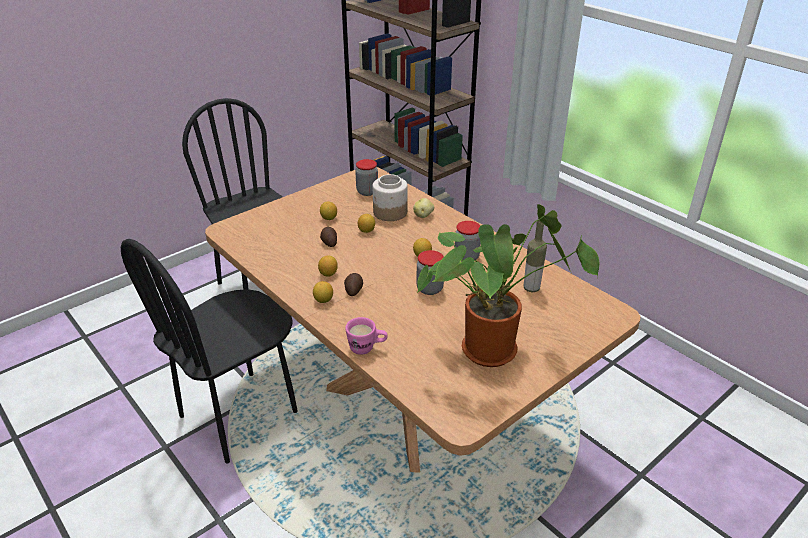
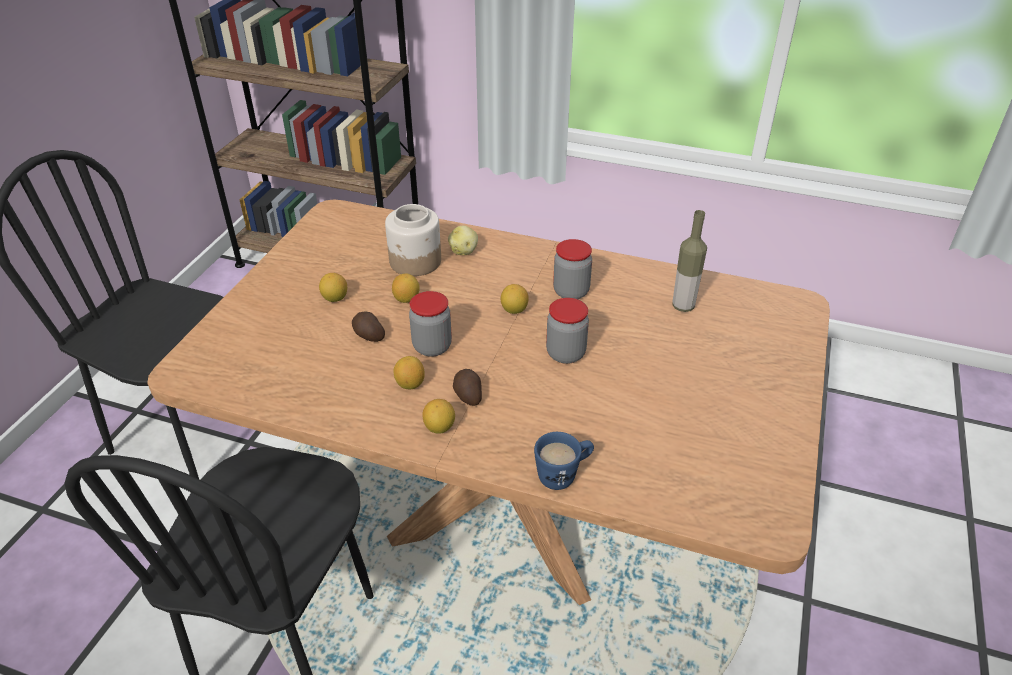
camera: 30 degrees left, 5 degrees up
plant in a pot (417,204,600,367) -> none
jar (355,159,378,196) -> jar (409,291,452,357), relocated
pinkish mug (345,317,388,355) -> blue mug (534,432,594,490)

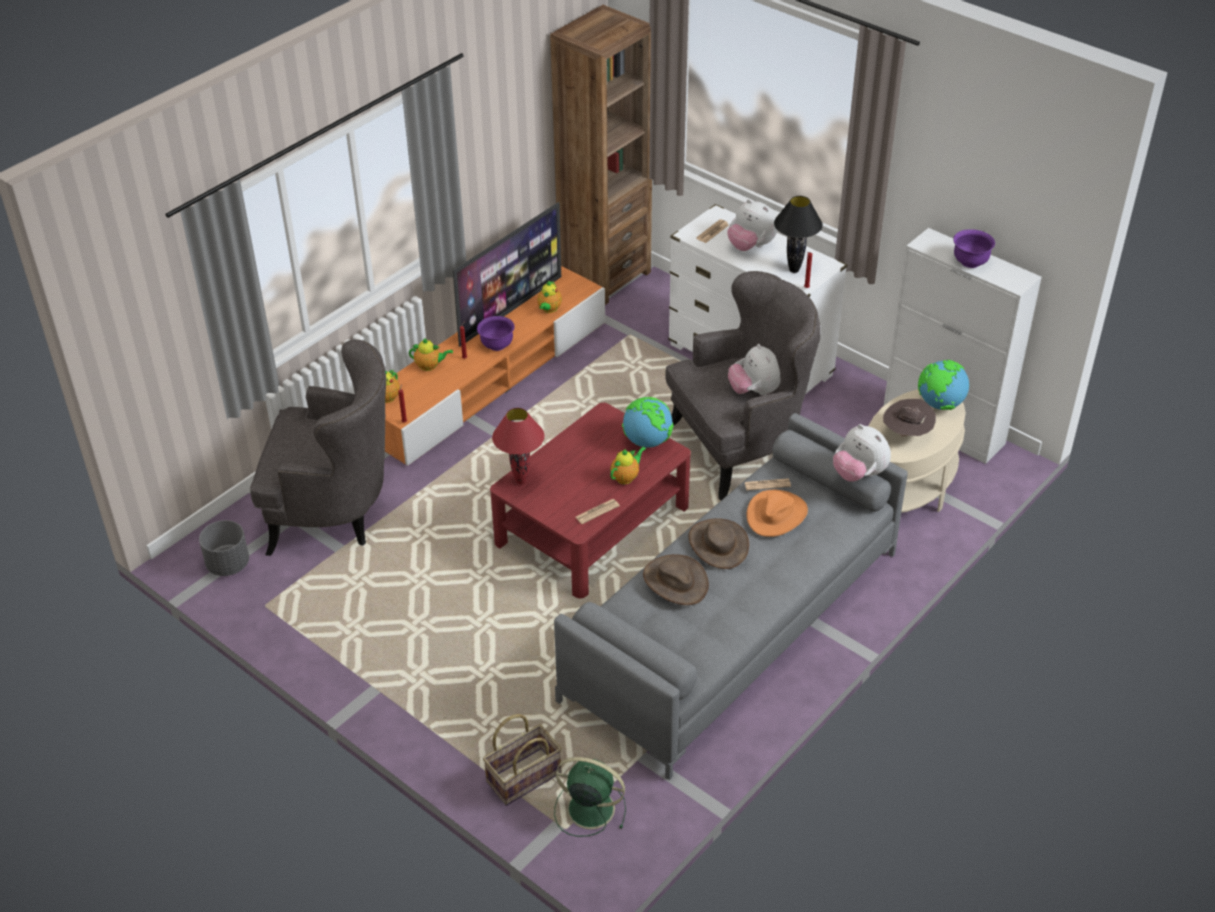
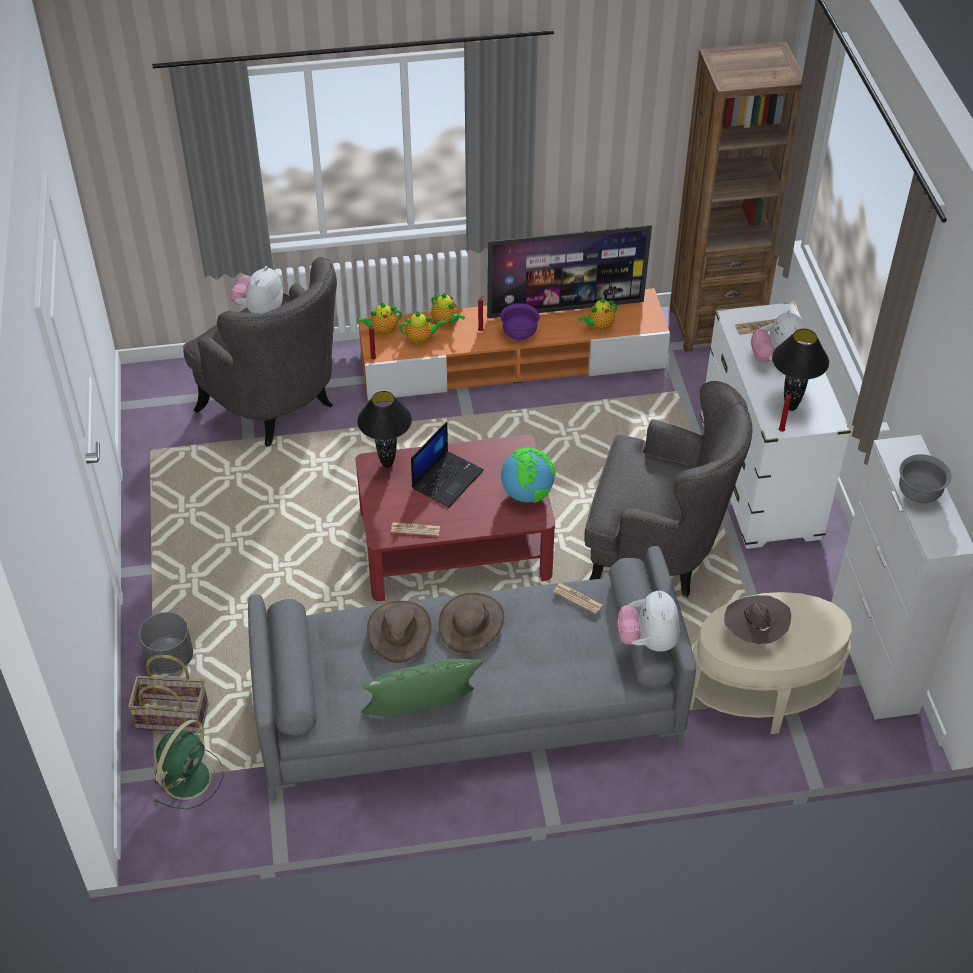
camera: 40 degrees right, 5 degrees up
orange wearable hat (746,490,808,537) -> none
desk globe (918,360,969,410) -> none
none -> greenish cushion (361,659,483,716)
none -> portable computer (411,422,483,507)
gray planter (199,520,249,576) -> gray planter (139,612,193,674), relocated
pot for tea (610,447,646,484) -> pot for tea (400,311,446,345), relocated
cuddly toy (728,344,781,396) -> cuddly toy (229,266,283,314), relocated
reddish table lamp (492,408,545,484) -> blackish table lamp (357,391,412,468)
purple-coloured bowl (953,229,995,268) -> gray bowl (899,454,951,503)
greenish fan (554,757,626,837) -> greenish fan (153,719,224,809), 60 degrees clockwise

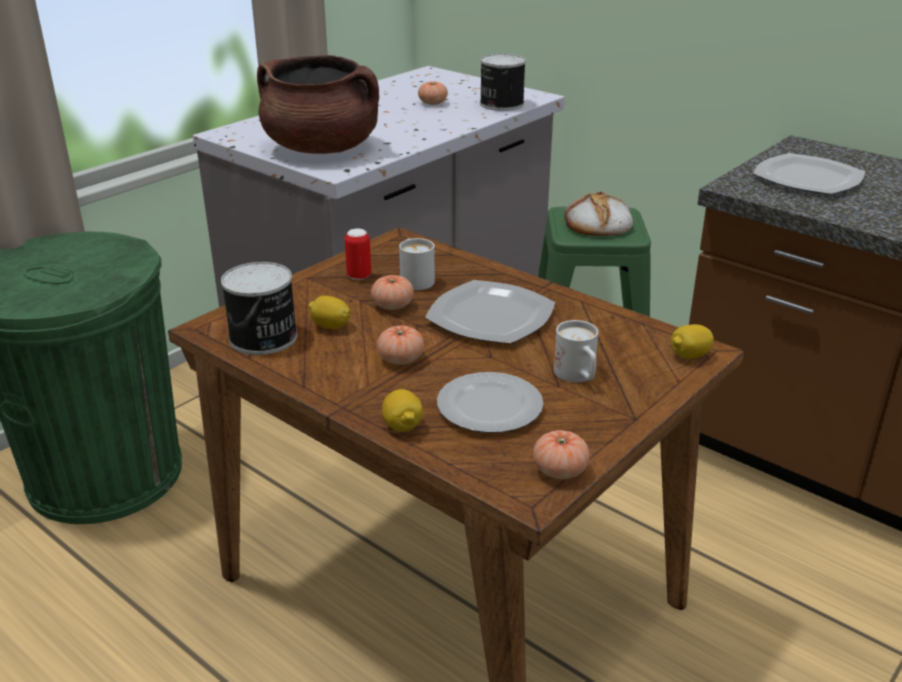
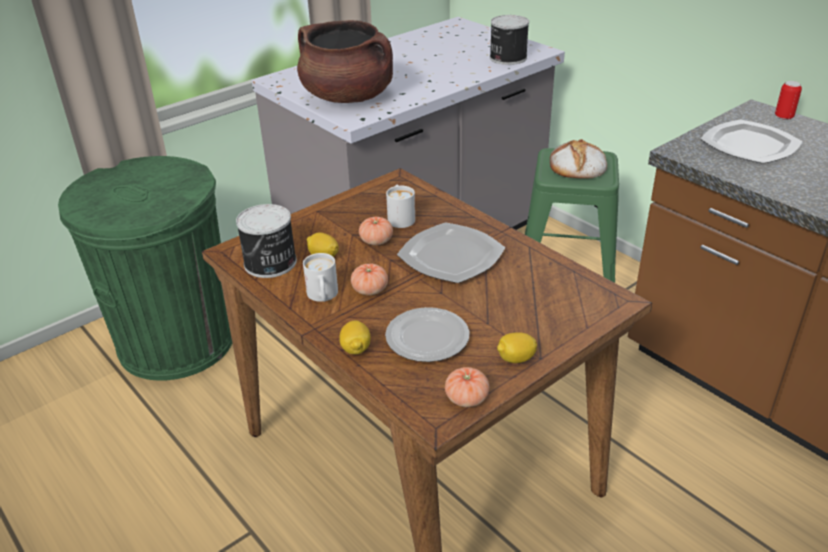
camera: 10 degrees right, 5 degrees up
tomato (418,82,448,105) -> none
metal can (345,229,371,280) -> metal can (775,81,802,120), relocated
white mug (554,320,598,382) -> white mug (303,253,338,302), relocated
citrus fruit (671,324,714,359) -> citrus fruit (497,332,537,363), relocated

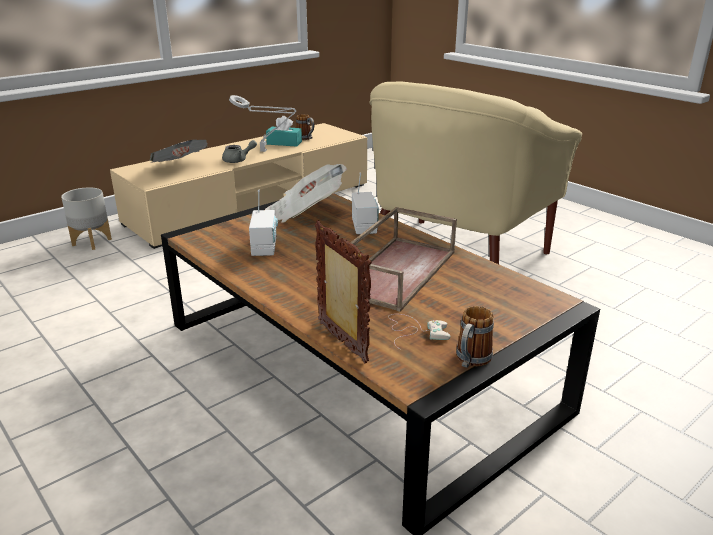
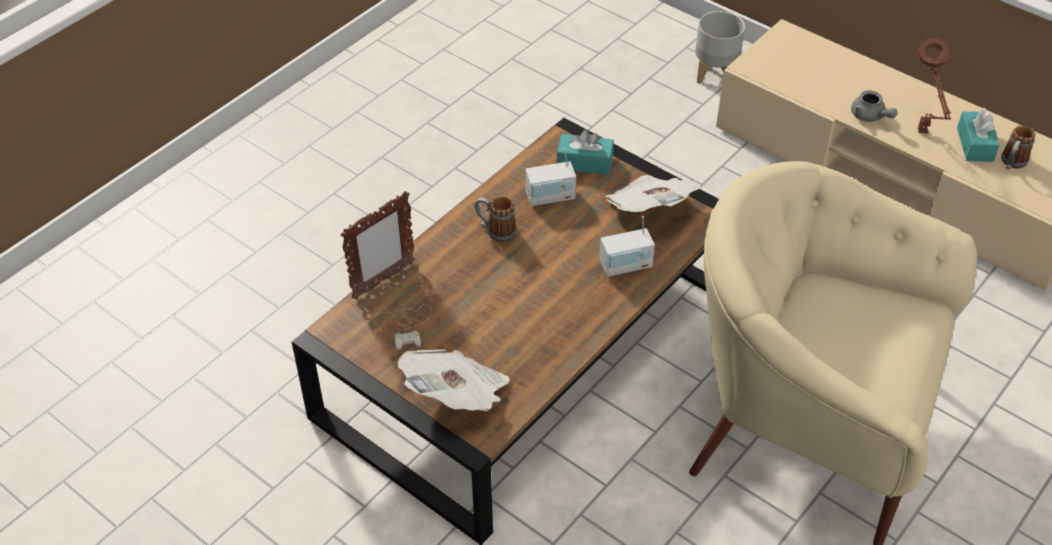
camera: 80 degrees right, 20 degrees up
brown carrying tray (350,207,457,312) -> none
none -> blue-green box of tissues (557,130,614,175)
printed paper (150,139,208,162) -> printed paper (397,349,510,411), relocated
mug (456,306,494,368) -> mug (475,196,517,242), relocated
gray table lamp (229,95,296,152) -> brown table lamp (918,38,951,133)

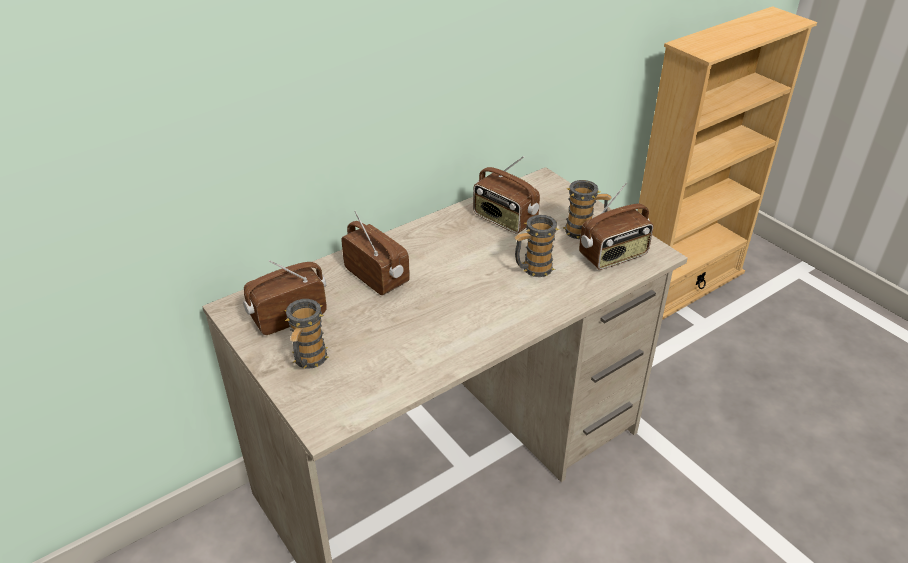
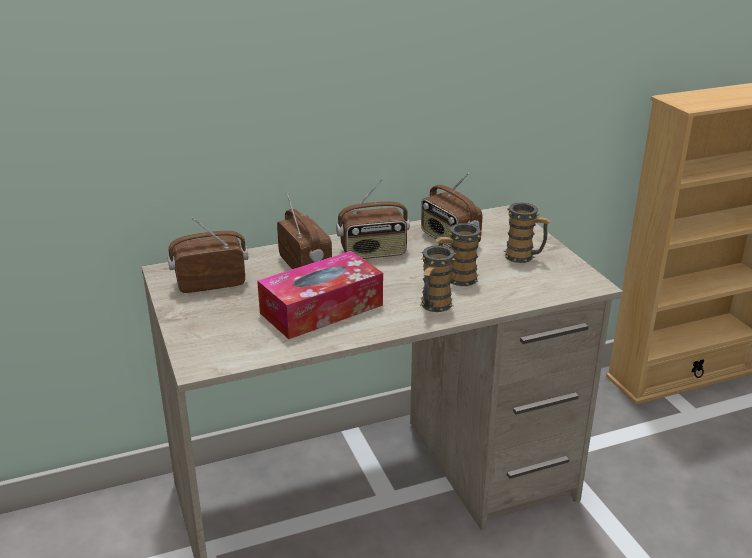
camera: 15 degrees right, 10 degrees down
none -> box of tissues (257,251,383,339)
mug (284,299,329,368) -> mug (420,245,456,312), relocated
radio (579,183,654,270) -> radio (336,179,410,259), relocated

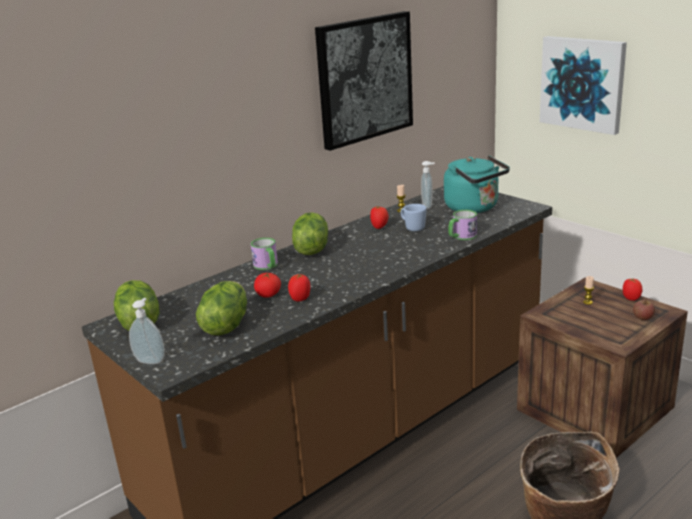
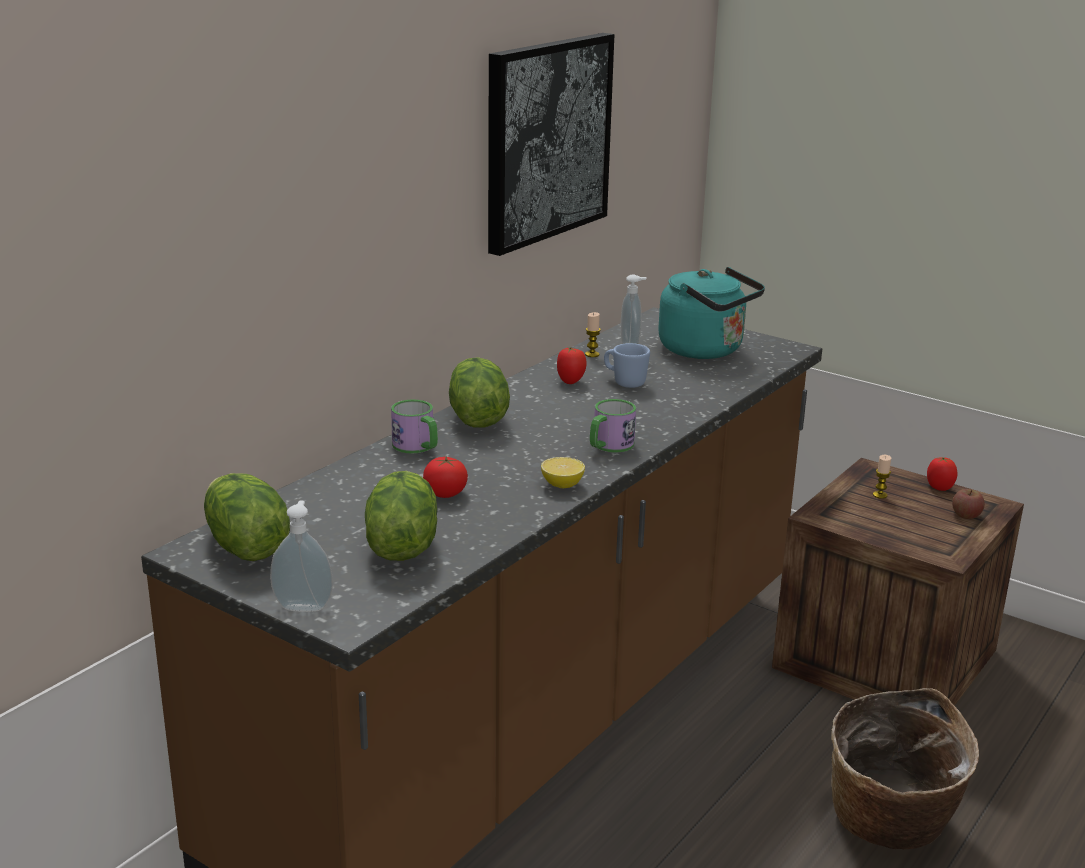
camera: 15 degrees left, 0 degrees up
tomato (288,274,310,302) -> none
wall art (540,36,627,135) -> none
none -> citrus fruit (541,457,585,488)
mug (448,210,477,240) -> mug (590,399,636,452), relocated

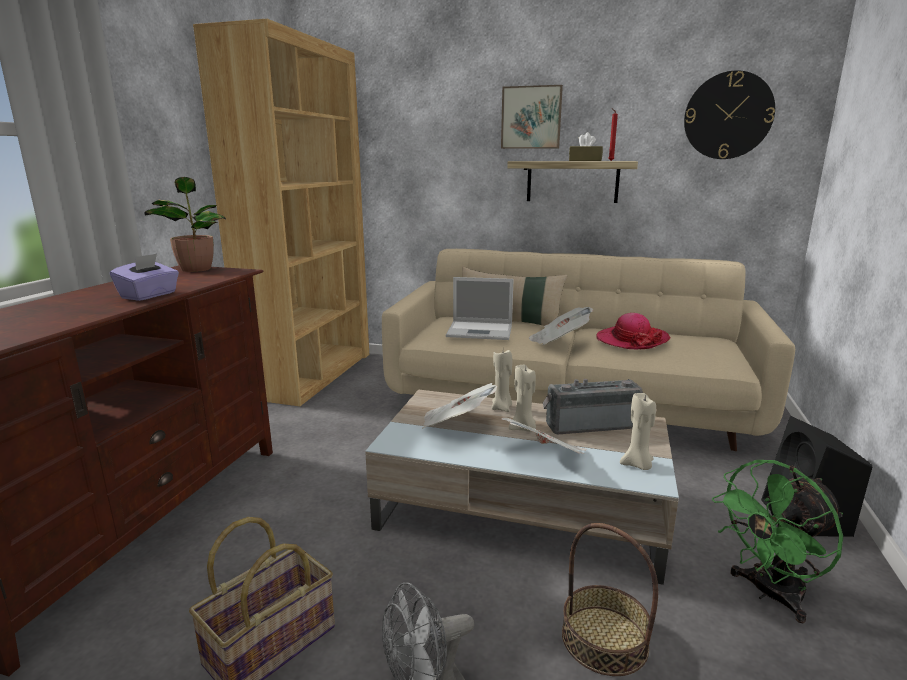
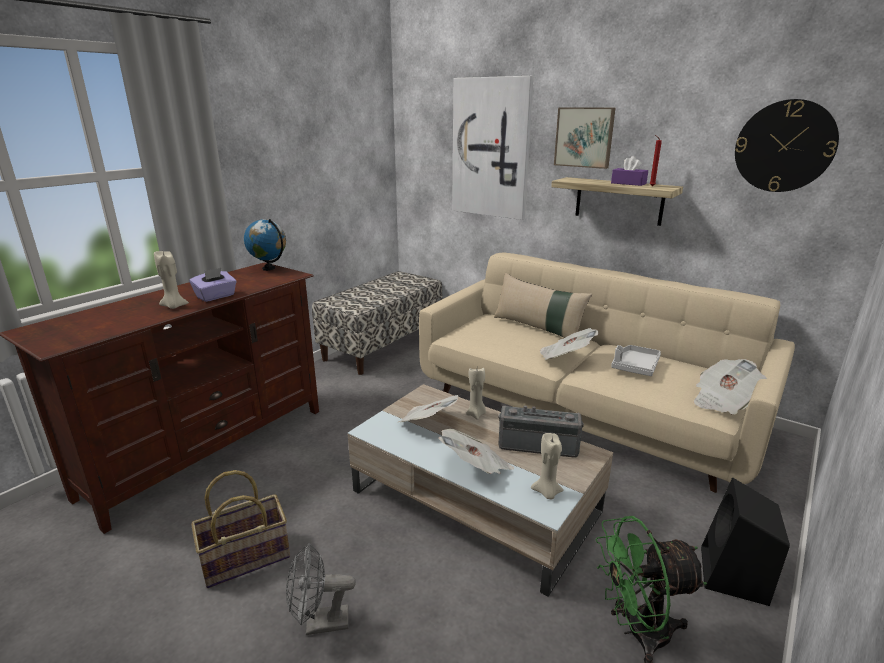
camera: 20 degrees right, 5 degrees up
portable computer (446,277,513,340) -> none
basket (562,523,658,676) -> none
none -> wall art (452,76,534,220)
none -> printed paper (693,359,767,414)
beige wax light (509,365,536,432) -> beige wax light (154,251,189,309), relocated
plant in a pot (145,177,226,272) -> desk globe (244,219,286,271)
brown bookshelf (193,19,369,406) -> long seat (312,271,443,375)
wearable hat (597,313,671,349) -> gray carrying tray (611,345,661,376)
brown box of tissues (569,132,603,161) -> purple-coloured box of tissues (611,156,648,186)

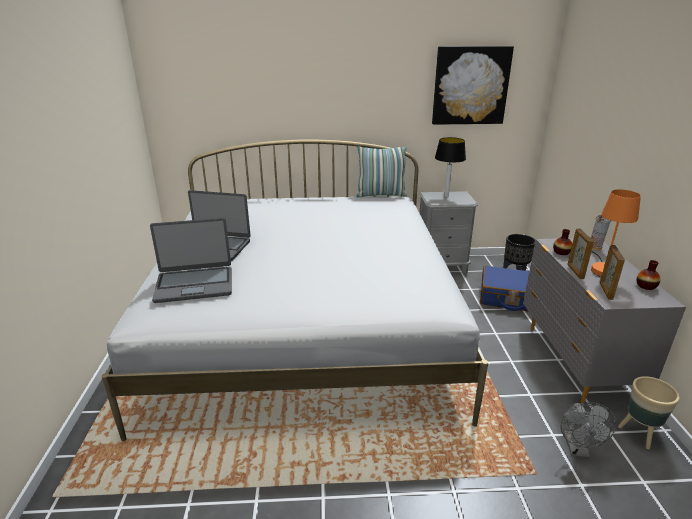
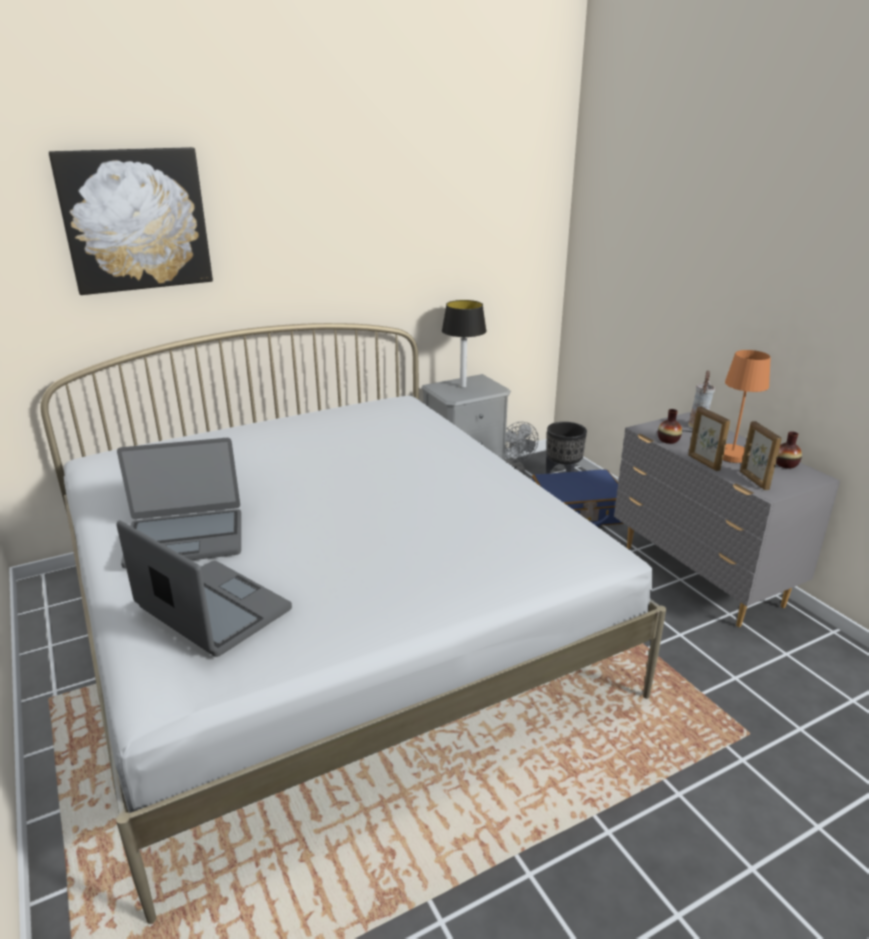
camera: 25 degrees left, 0 degrees up
cushion (356,146,407,197) -> none
beige planter (618,376,680,449) -> none
wall art (432,46,514,125) -> wall art (48,147,213,295), relocated
gray fan (561,402,616,457) -> gray fan (505,422,538,471), relocated
portable computer (150,218,232,303) -> portable computer (117,520,292,657), 105 degrees counterclockwise

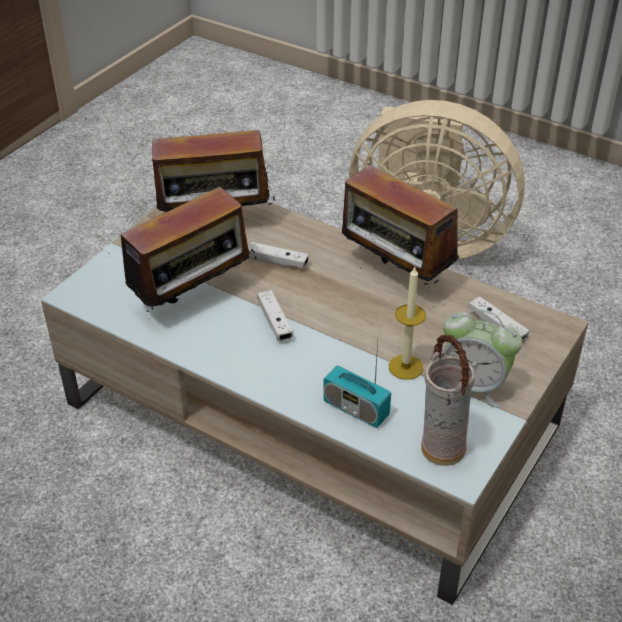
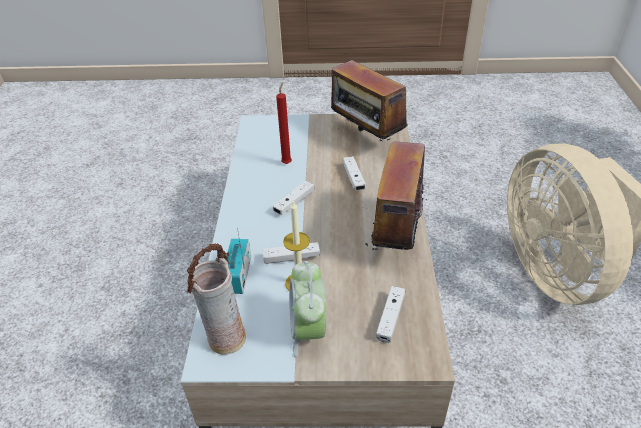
camera: 60 degrees right, 0 degrees up
none -> white gamepad (262,242,320,264)
radio (107,187,257,312) -> reddish wax light (276,82,292,164)

